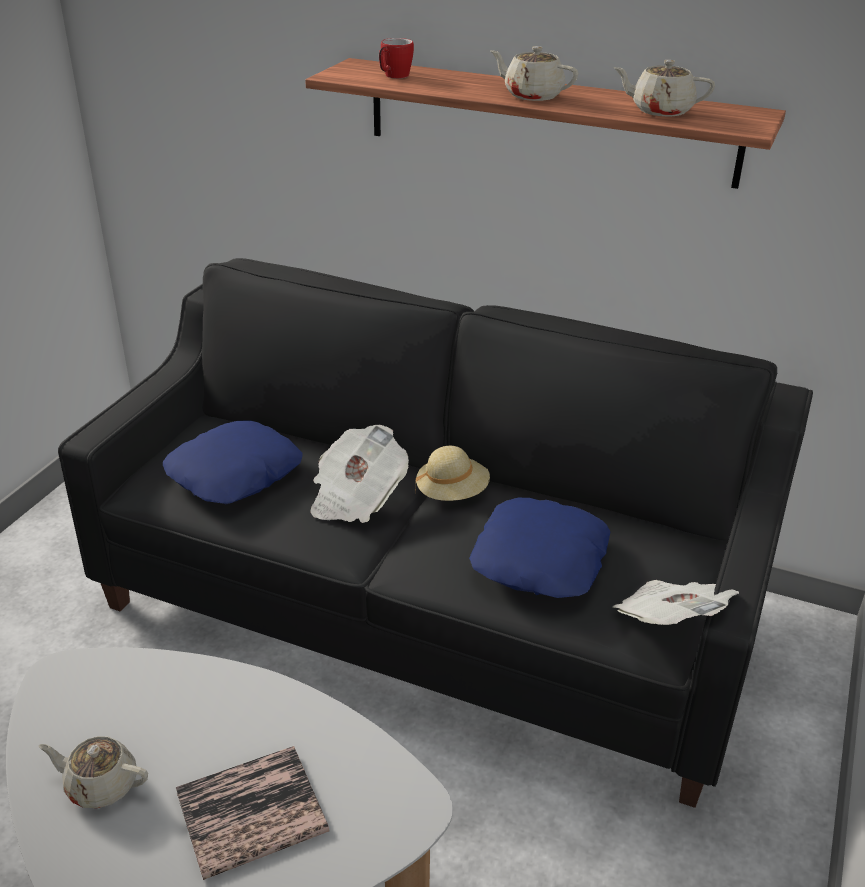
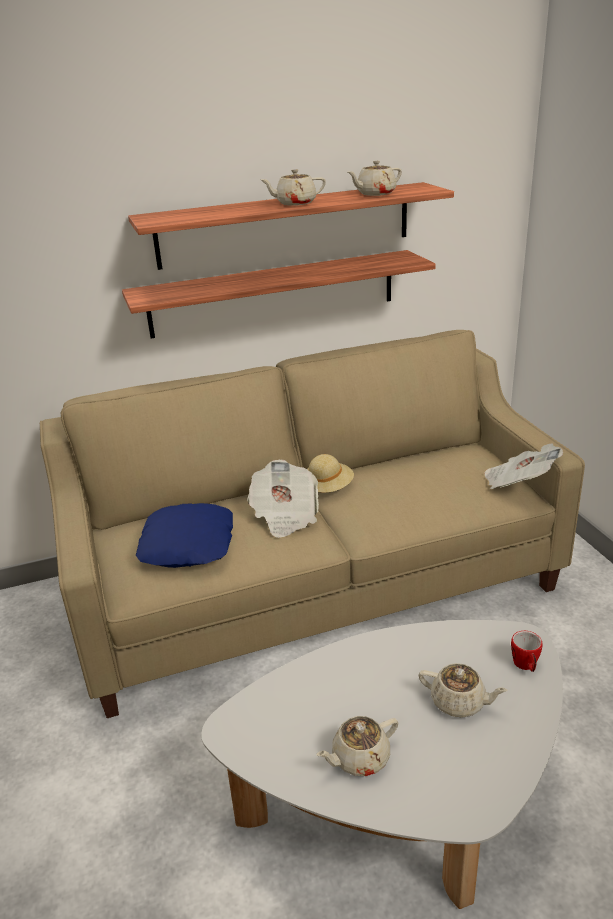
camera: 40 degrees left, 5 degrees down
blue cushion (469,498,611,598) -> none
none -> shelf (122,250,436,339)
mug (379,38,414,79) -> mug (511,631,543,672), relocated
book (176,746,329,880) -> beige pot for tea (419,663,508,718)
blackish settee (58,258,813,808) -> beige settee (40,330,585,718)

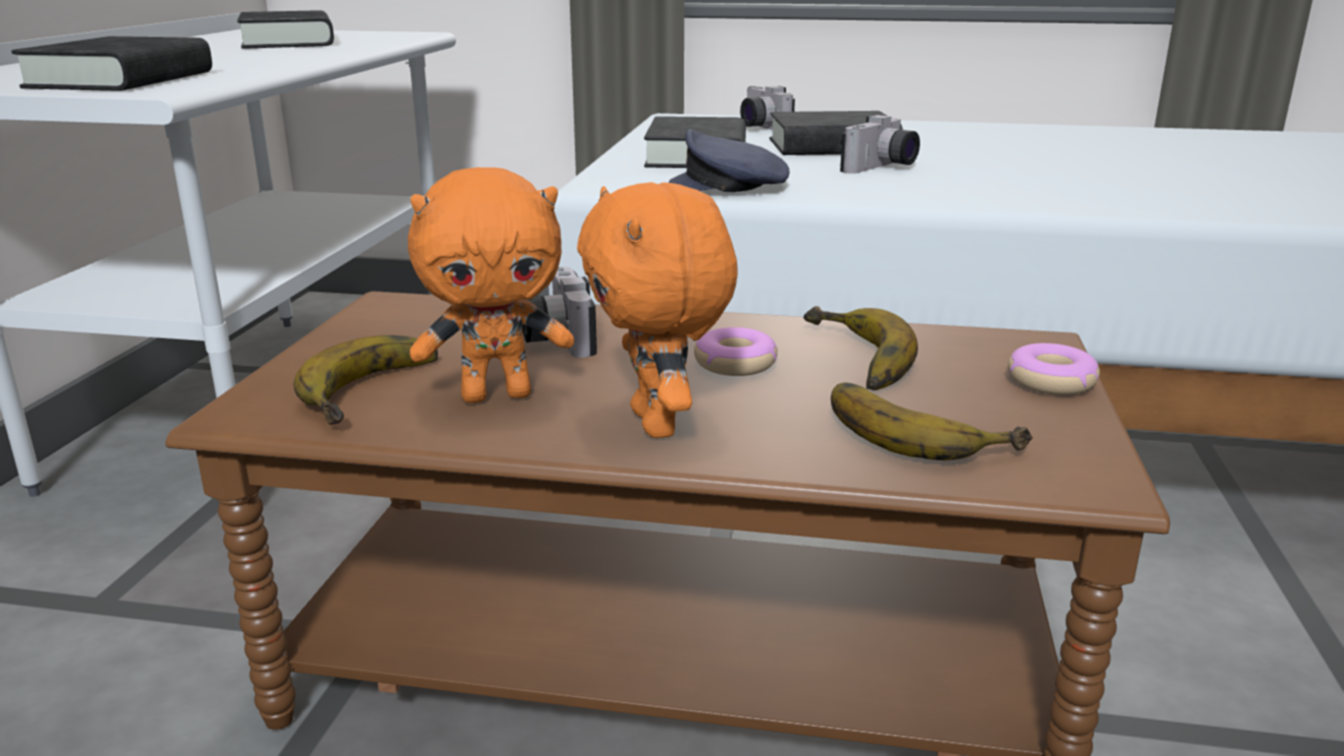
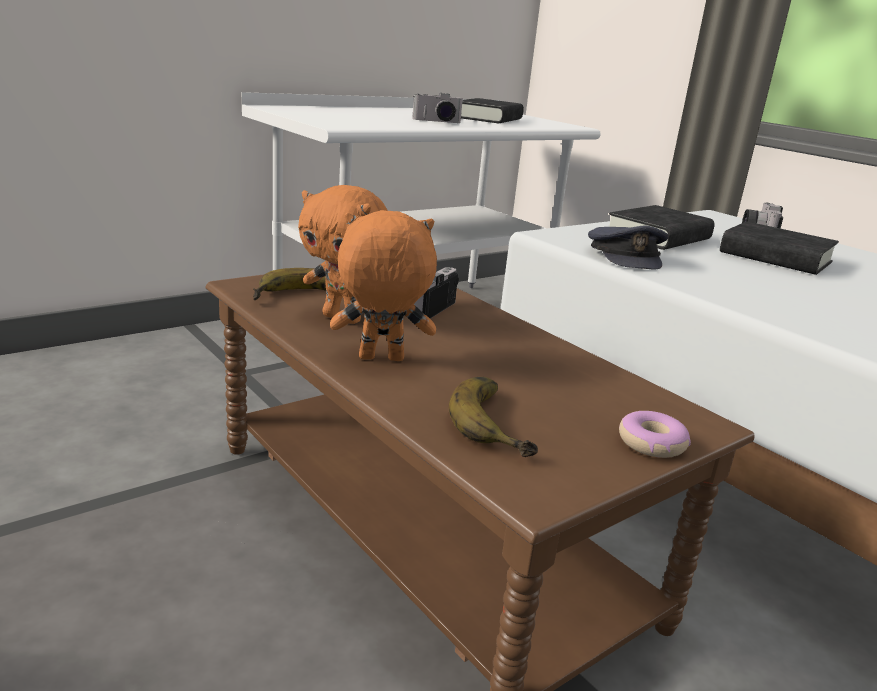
camera: 40 degrees right, 0 degrees up
blackish book (11,36,212,91) -> none
doughnut (694,327,777,376) -> none
banana fruit (803,306,918,390) -> none
still camera (840,115,920,174) -> still camera (412,93,464,123), relocated
orange cuddly toy (577,182,737,438) -> orange cuddly toy (330,210,437,361), 60 degrees clockwise
gray peaked cap (669,129,790,192) -> gray peaked cap (588,225,669,269), 150 degrees counterclockwise

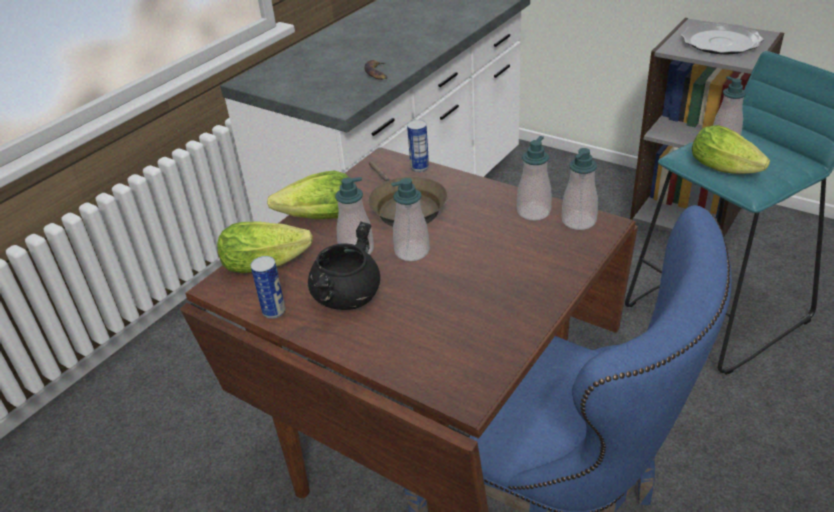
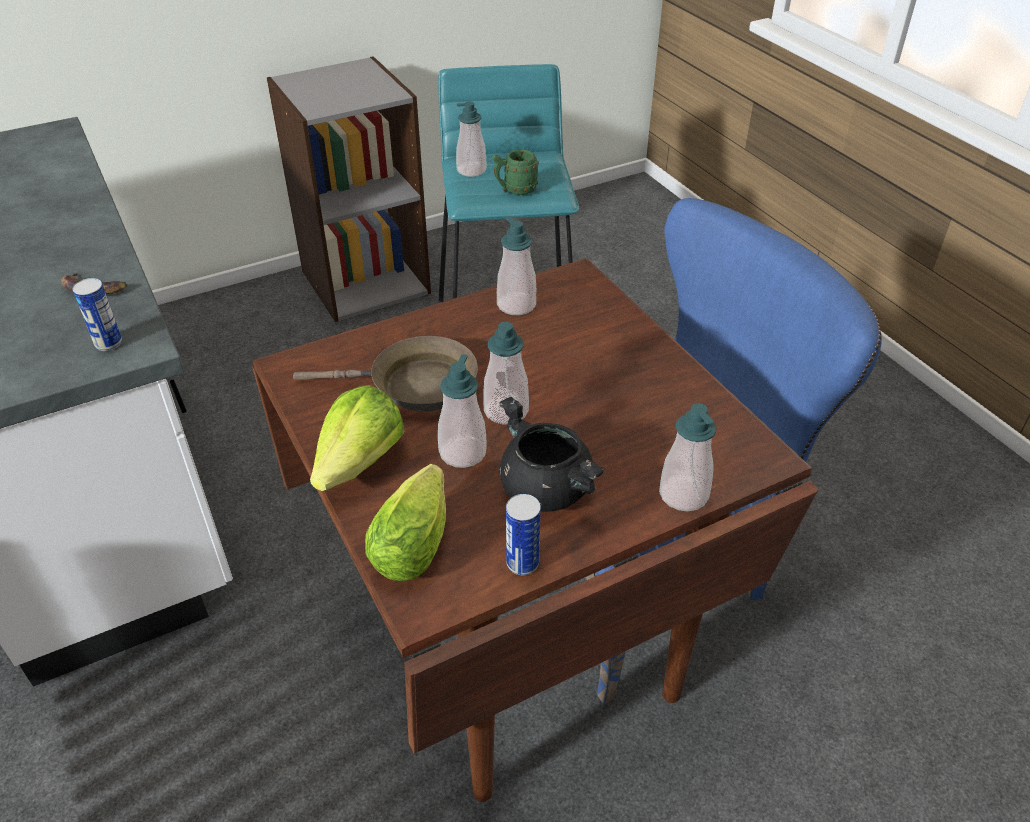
camera: 65 degrees left, 5 degrees up
dinner plate (681,22,763,54) -> none
metal can (407,120,429,172) -> metal can (73,278,122,351), relocated
liquid soap bottle (562,148,598,230) -> liquid soap bottle (659,403,716,512), relocated
head of lettuce (691,125,770,174) -> greenish mug (492,149,539,195)

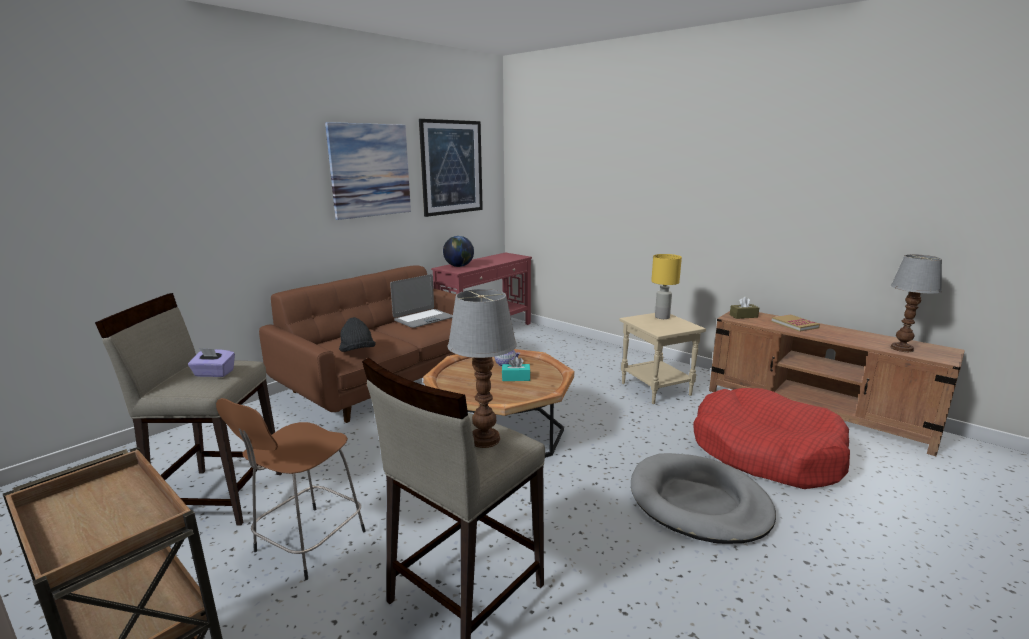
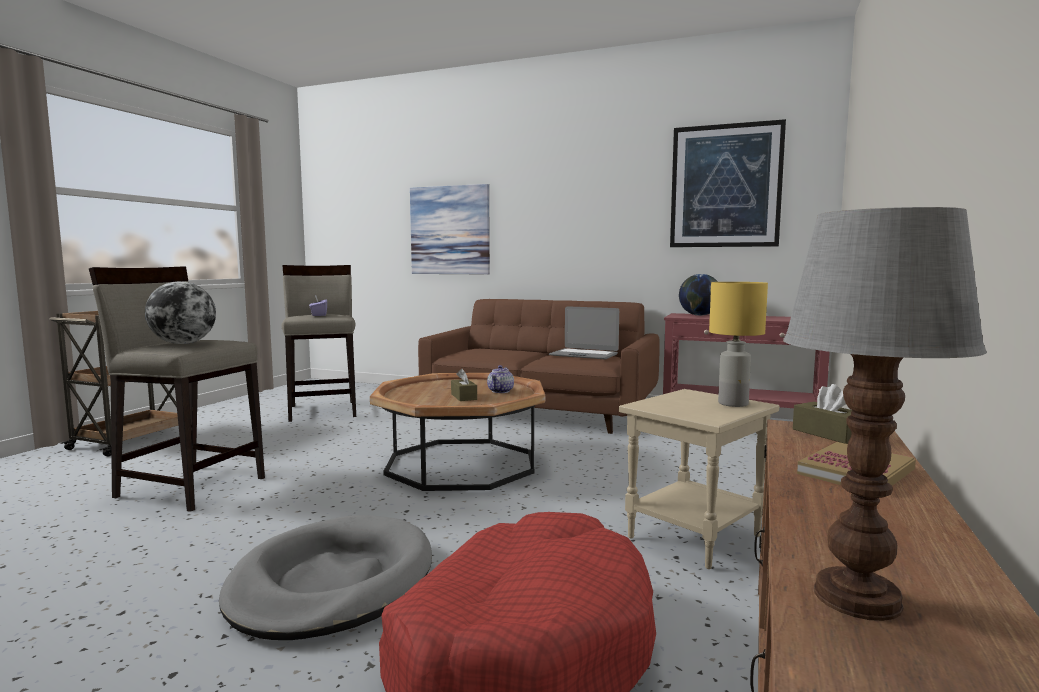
camera: 70 degrees right, 10 degrees down
brown stool seat (216,398,366,580) -> none
blackish wearable hat (339,317,376,352) -> none
wall art (325,122,411,220) -> wall art (410,184,490,275), relocated
table lamp (448,289,517,448) -> desk globe (145,281,216,344)
blue-green box of tissues (502,356,530,381) -> brown box of tissues (451,369,477,401)

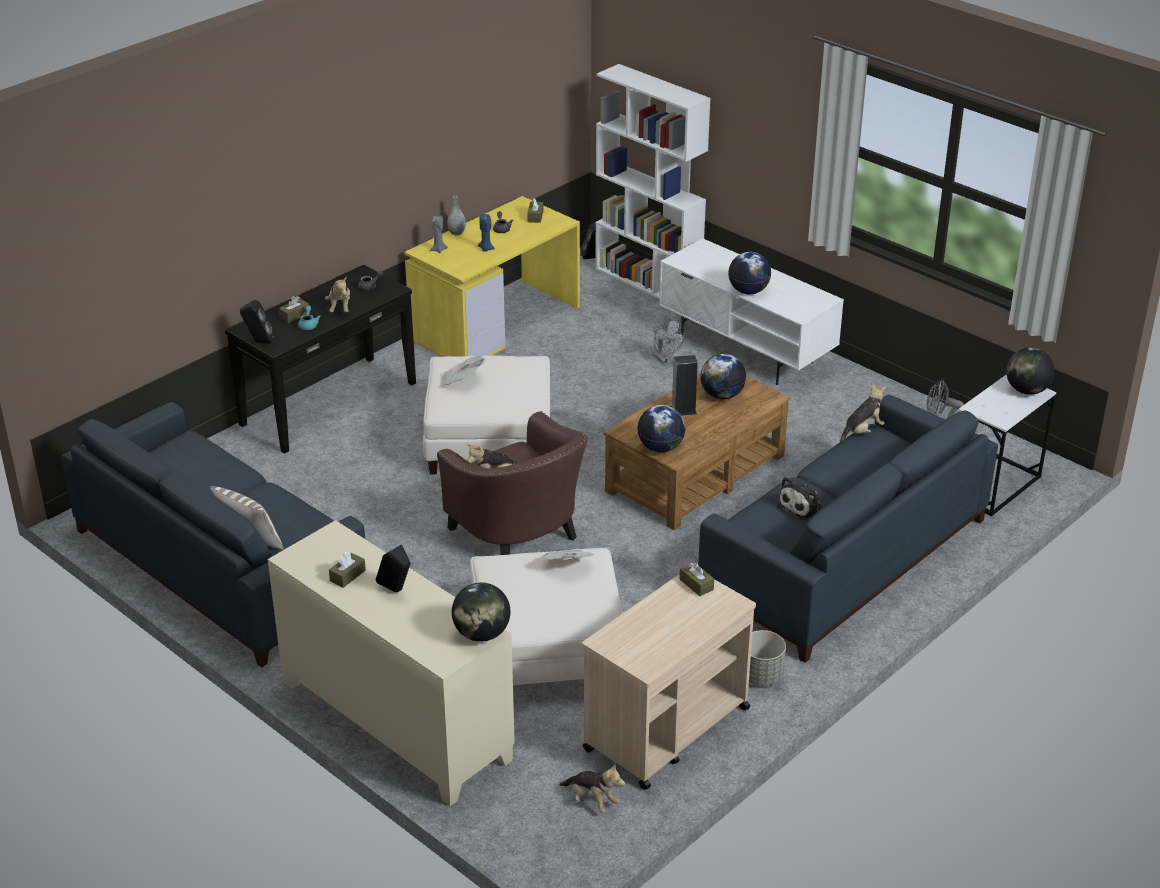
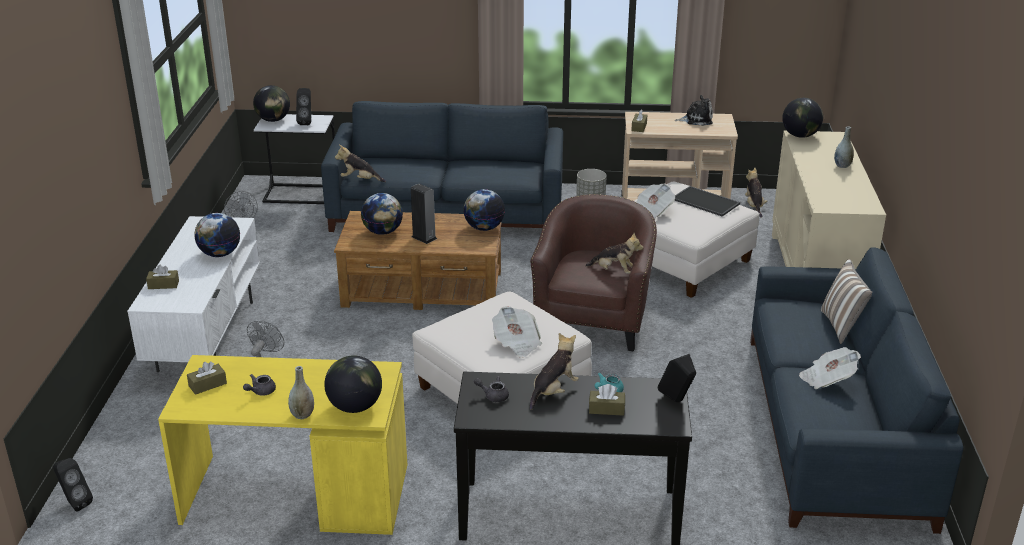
camera: 130 degrees left, 5 degrees down
blue wax light (478,214,495,252) -> none
white bookshelf (595,64,711,299) -> none
none -> carrying tray (675,186,740,217)
none -> printed paper (799,347,861,389)
none -> gray vase (834,126,854,168)
brown box of tissues (329,551,366,588) -> brown box of tissues (146,265,179,289), relocated
blackish loudspeaker (376,544,411,592) -> blackish loudspeaker (296,88,311,125), relocated
cuddly toy (777,477,822,520) -> cuddly toy (675,95,713,126), relocated
gray wax light (430,216,448,253) -> desk globe (324,356,382,413)

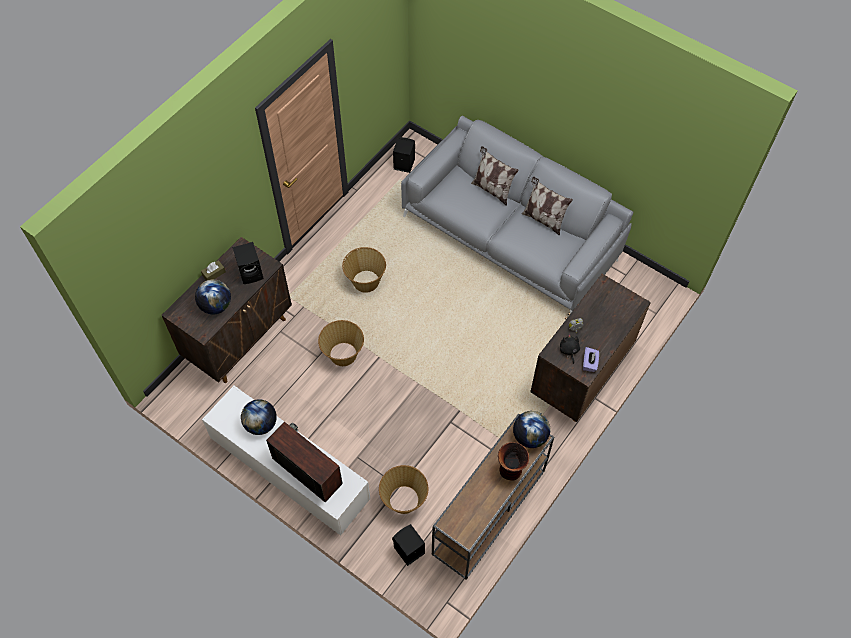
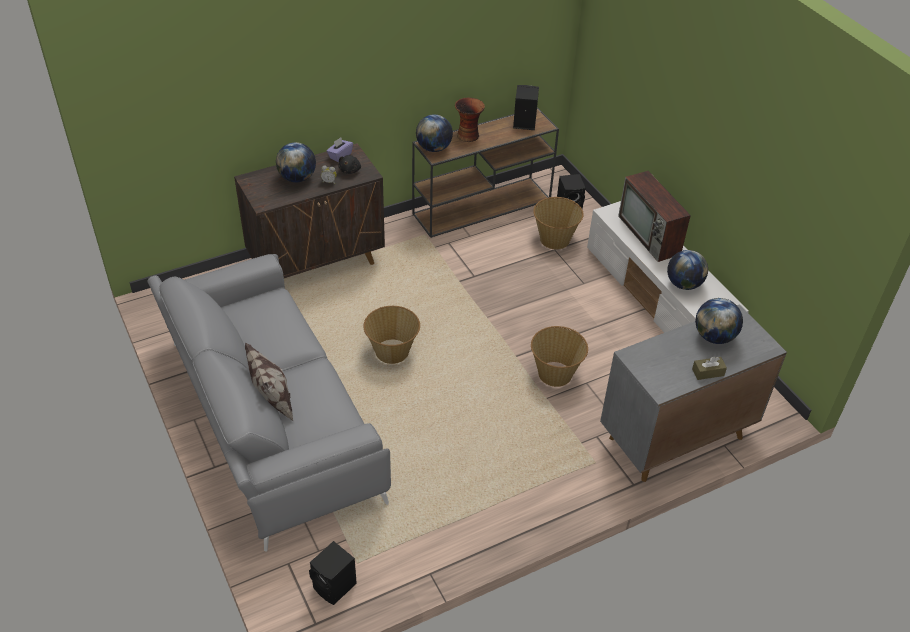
camera: 155 degrees left, 15 degrees down
cushion (522,177,573,236) -> none
none -> desk globe (276,142,316,182)
blackish loudspeaker (233,242,264,284) -> blackish loudspeaker (513,85,539,130), relocated
basket (342,247,386,293) -> basket (364,306,420,364), relocated
brown cupboard (162,237,292,383) -> gray cupboard (600,305,787,482)

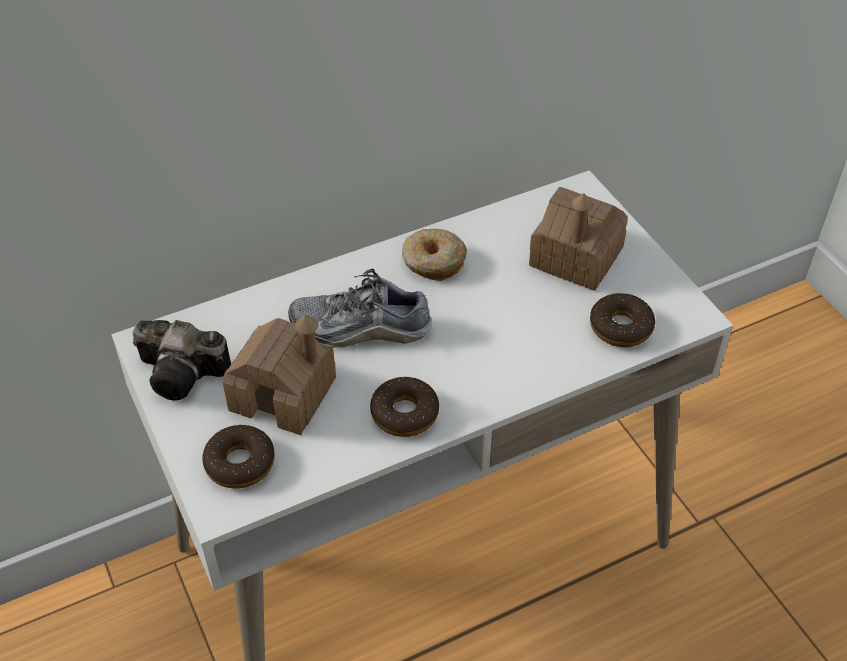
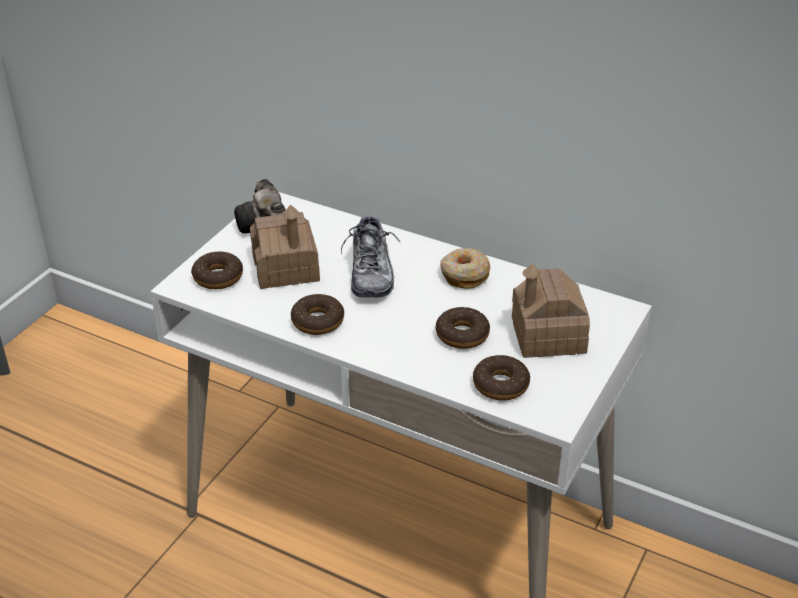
camera: 55 degrees right, 10 degrees down
none -> doughnut (436,307,490,349)
low shoe (288,268,433,348) -> low shoe (341,215,400,298), 150 degrees counterclockwise

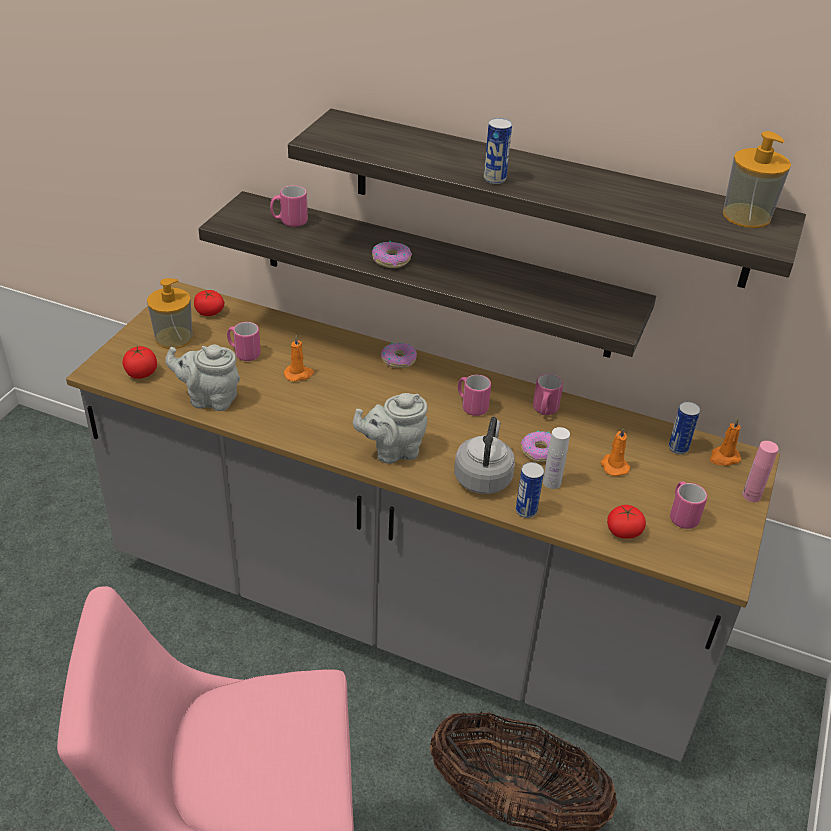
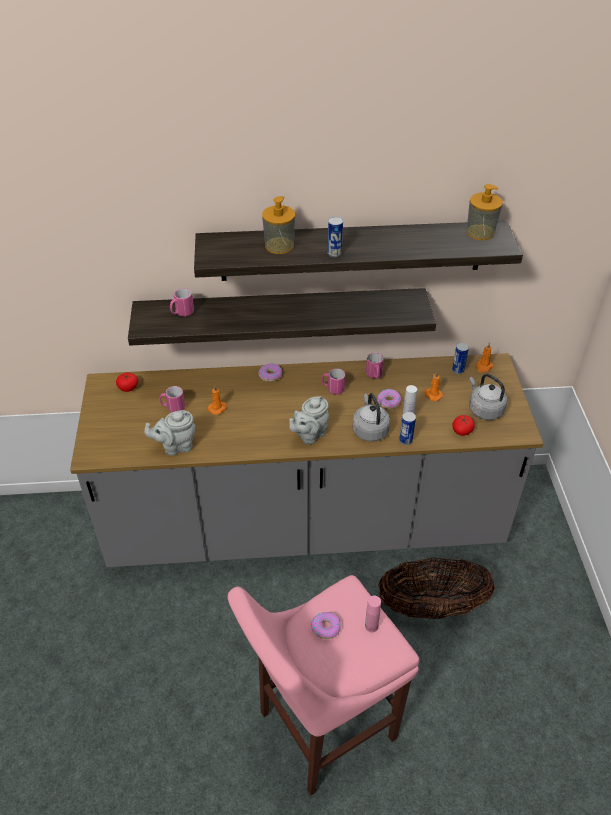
camera: 25 degrees left, 5 degrees up
tomato (123,346,157,379) -> none
liquid soap bottle (147,278,193,349) -> liquid soap bottle (262,196,295,254), relocated
doughnut (372,241,412,268) -> doughnut (311,612,341,639), relocated
pinkish drink bottle (742,441,779,502) -> pinkish drink bottle (365,596,381,633), relocated
pinkish mug (670,482,707,529) -> gray kettle (469,374,507,420)

